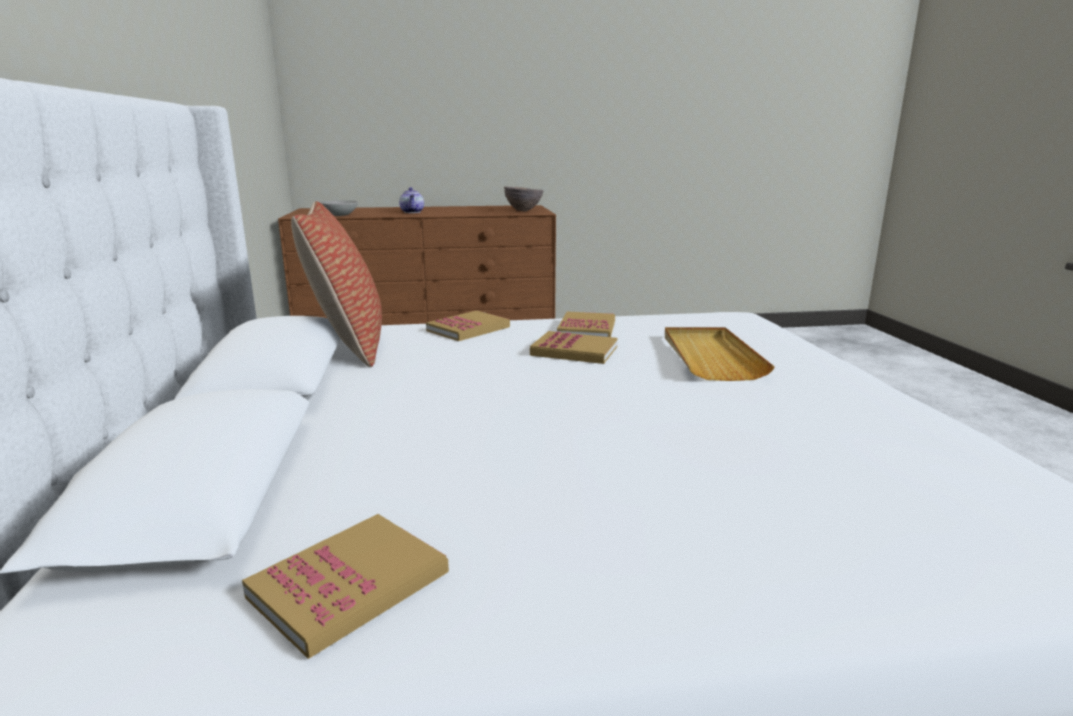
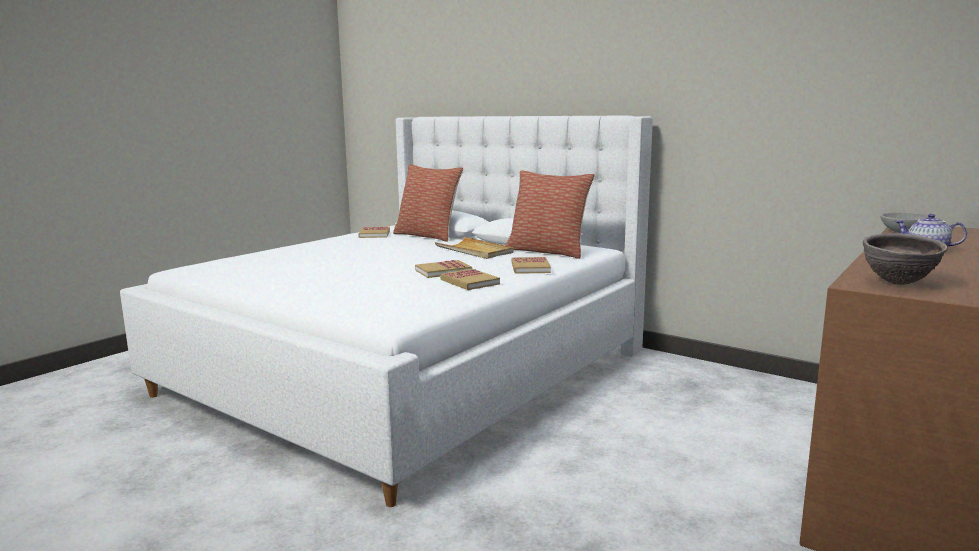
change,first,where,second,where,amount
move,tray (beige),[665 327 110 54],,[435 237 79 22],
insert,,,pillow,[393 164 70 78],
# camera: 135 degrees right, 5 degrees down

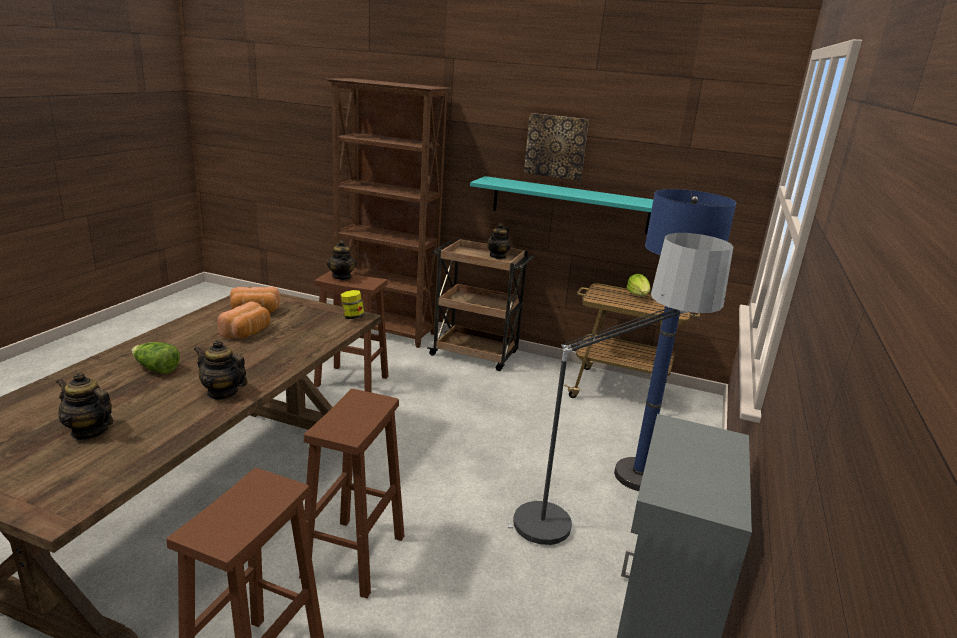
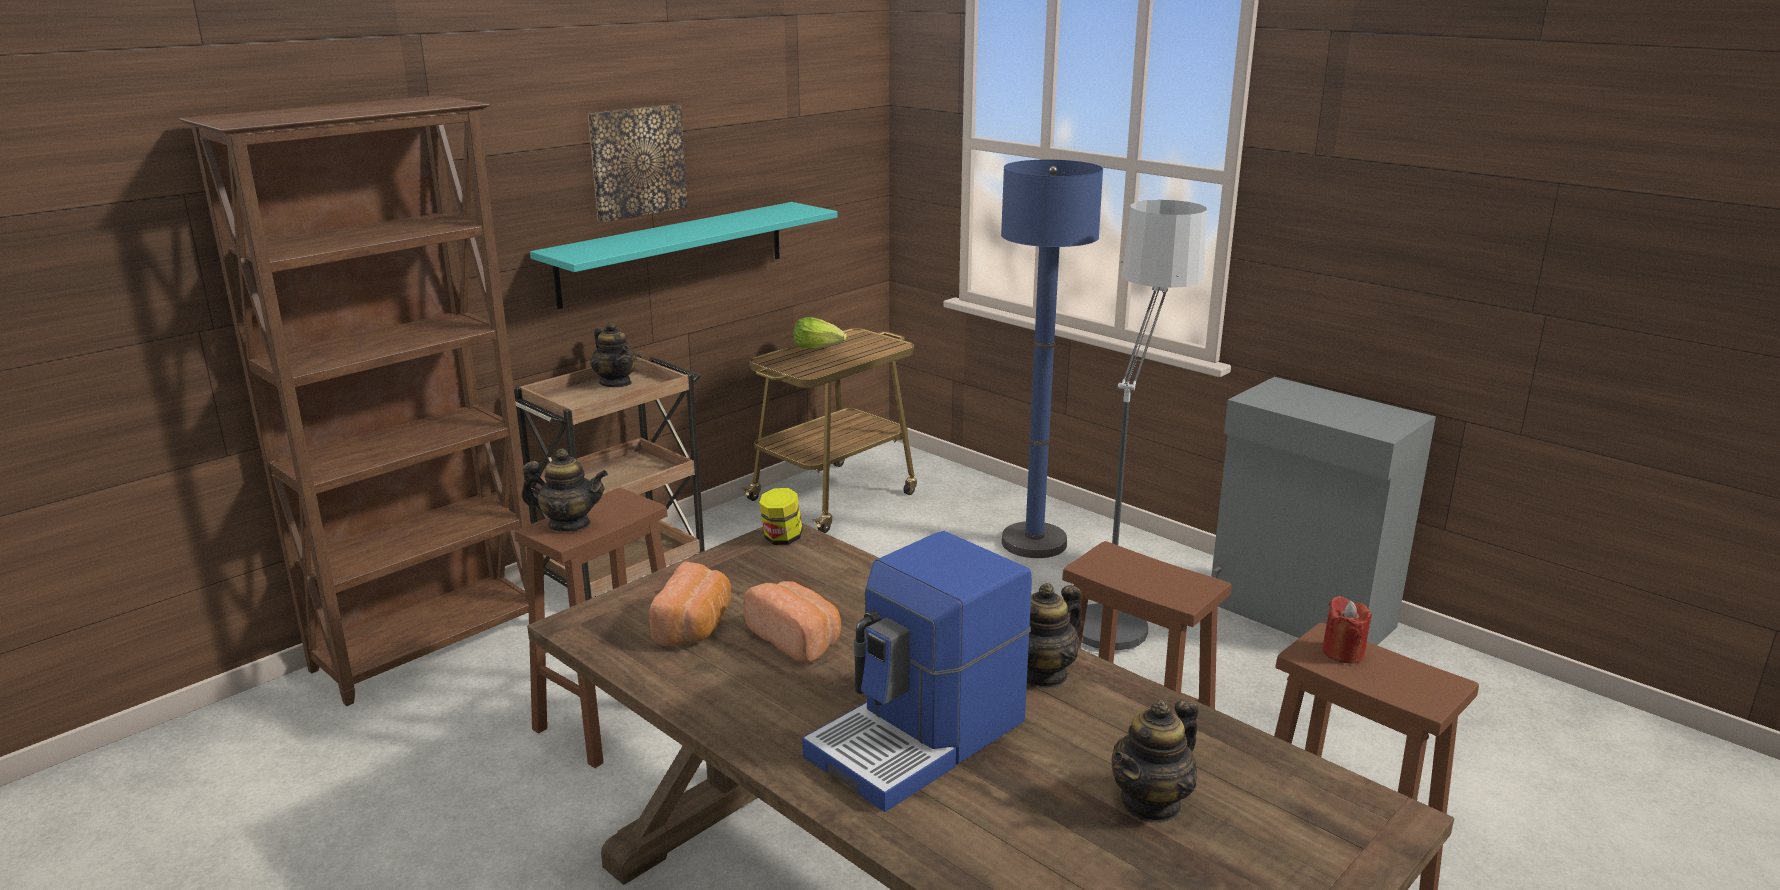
change,first,where,second,where,amount
replace,lettuce,[131 342 49 32],coffee machine,[802 531 230 281],
insert,,,candle (red),[1322 596 50 67],
# camera: 65 degrees left, 0 degrees up

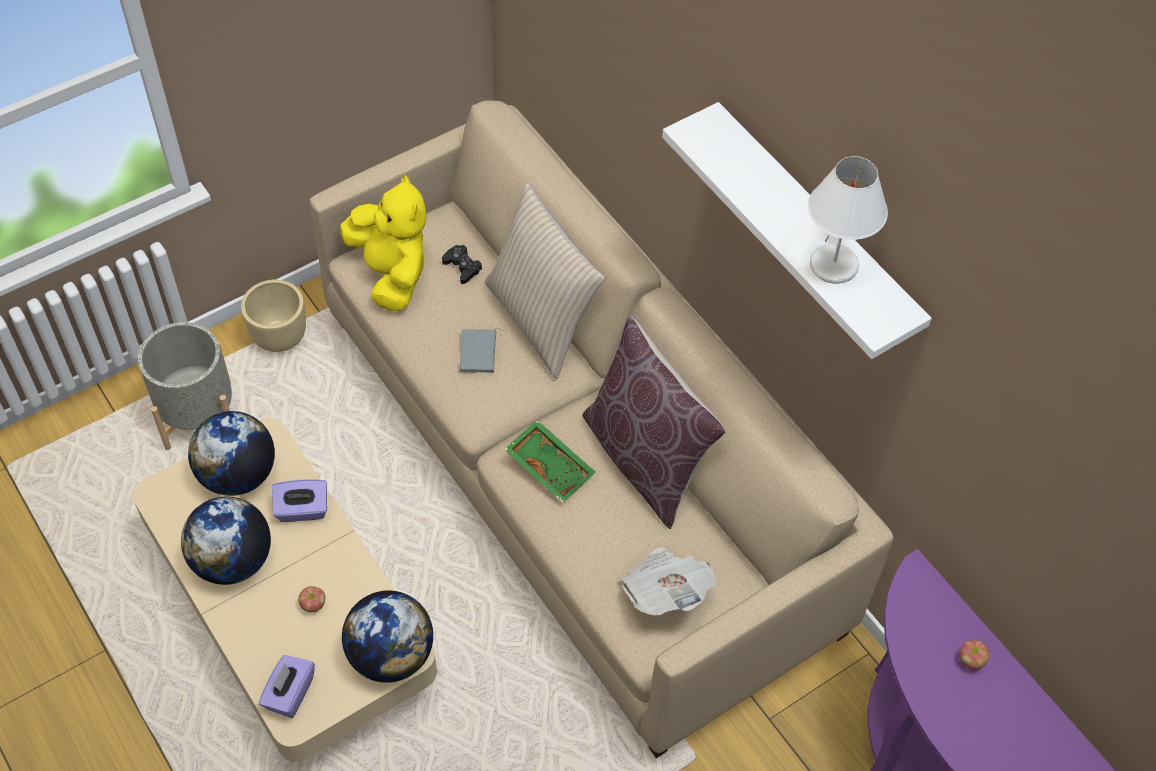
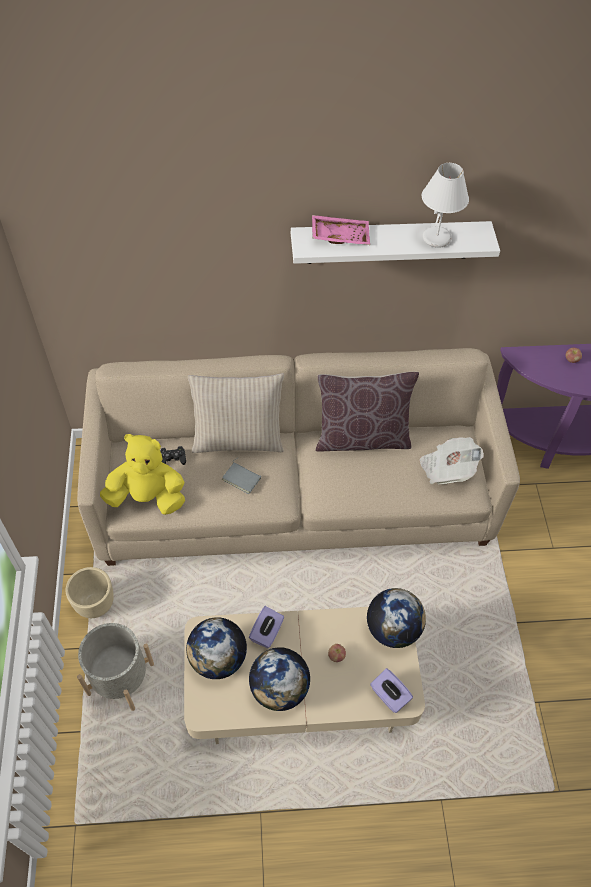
change,first,where,second,where,amount
delete,tray (green),[504 420 91 82],,,
insert,,,tray (pink),[312 215 58 30],
# camera: 60 degrees left, 0 degrees up

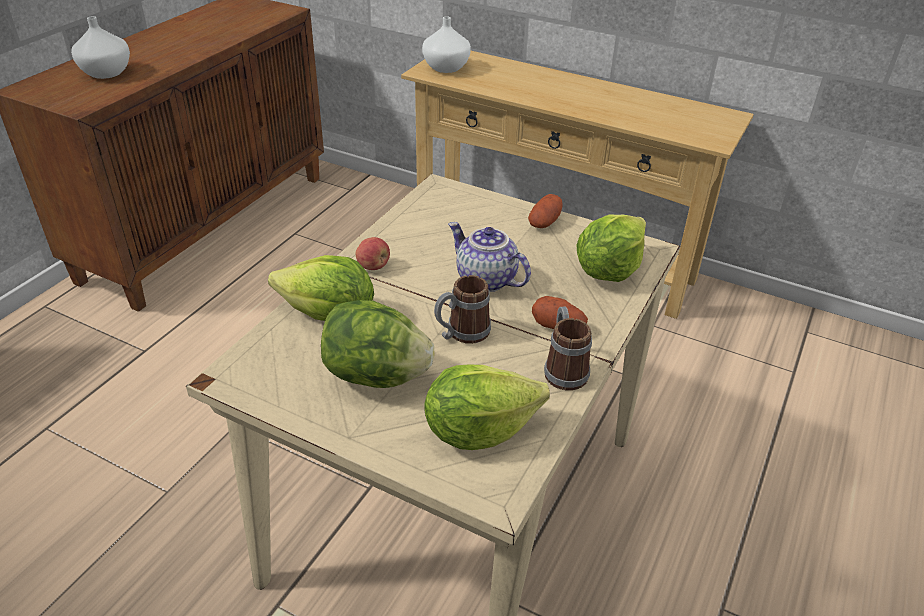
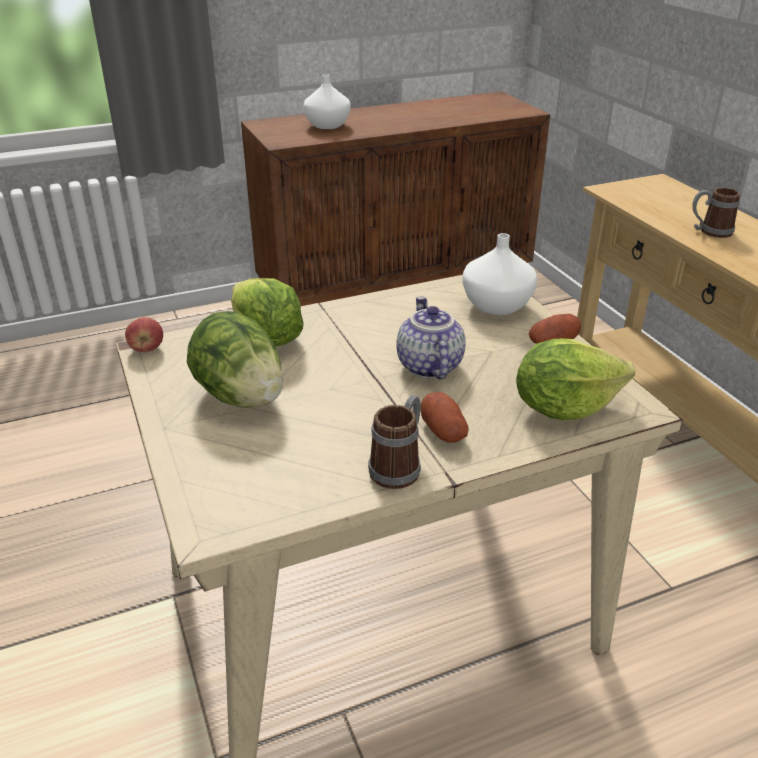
change,first,where,second,where,amount
move,vase (white),[422 16 49 57],,[462 233 75 82],
move,apple,[356 237 34 33],,[125 317 38 35],
move,mug,[434 275 57 69],,[693 188 47 50],
delete,lettuce,[424 365 126 85],,,
# camera: 40 degrees right, 5 degrees down

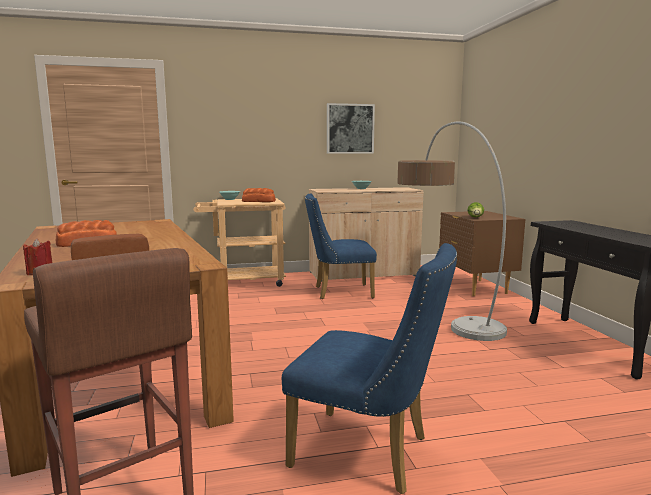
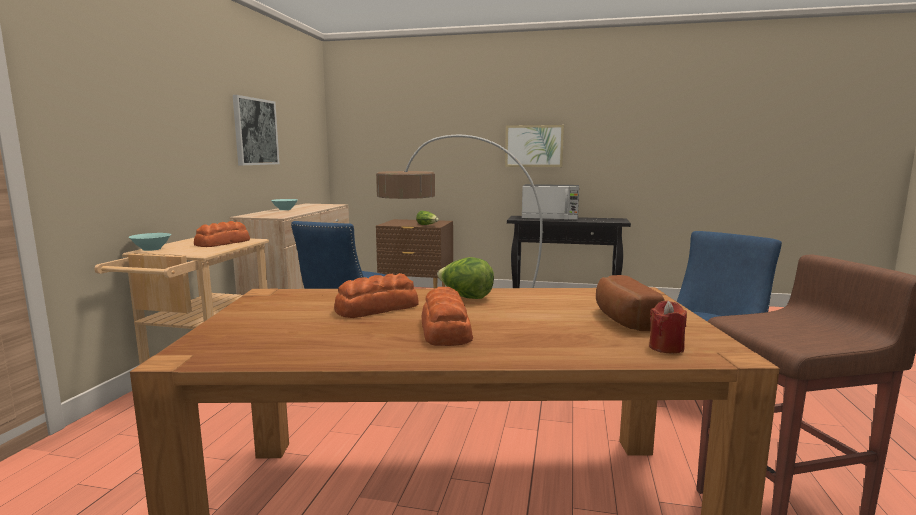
change,first,where,second,where,amount
insert,,,picture,[505 125 59 42],
insert,,,microwave,[522 184 57 36],
insert,,,lettuce,[437 257 57 42],
insert,,,bread,[334 273 85 45],
# camera: 65 degrees left, 0 degrees up

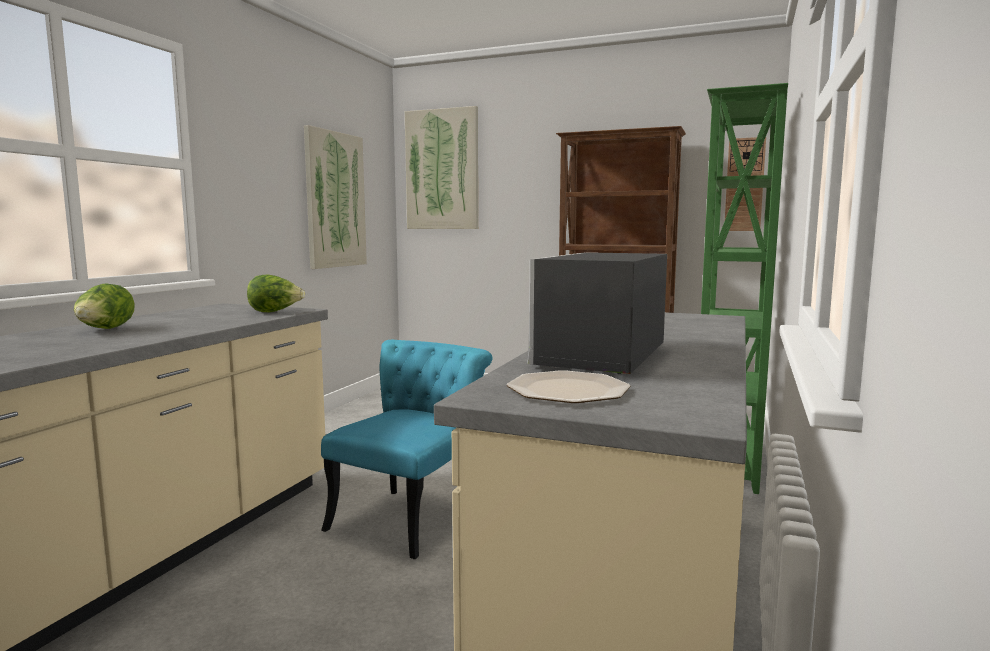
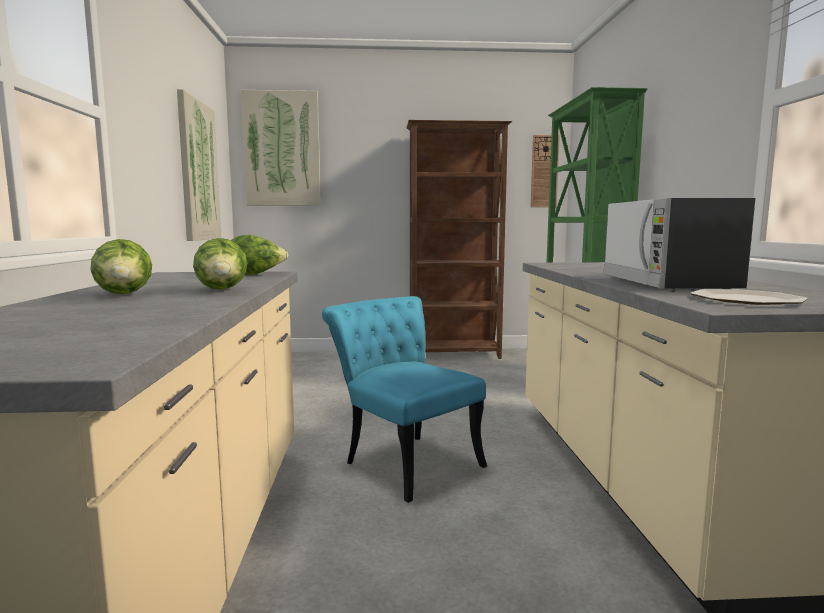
change,first,where,second,where,amount
rotate,chair (turquoise),[321 340 171 219],,[322 296 165 207],45 degrees counterclockwise
insert,,,lettuce,[193 238 55 52],
# camera: 25 degrees left, 0 degrees up

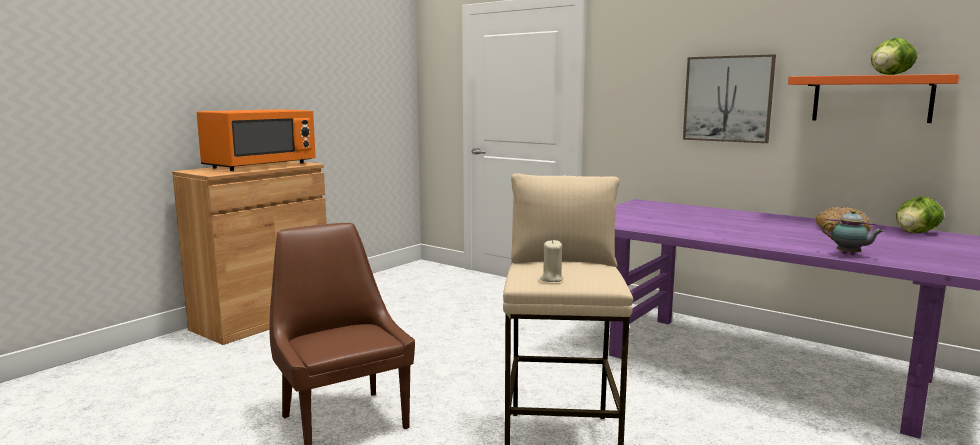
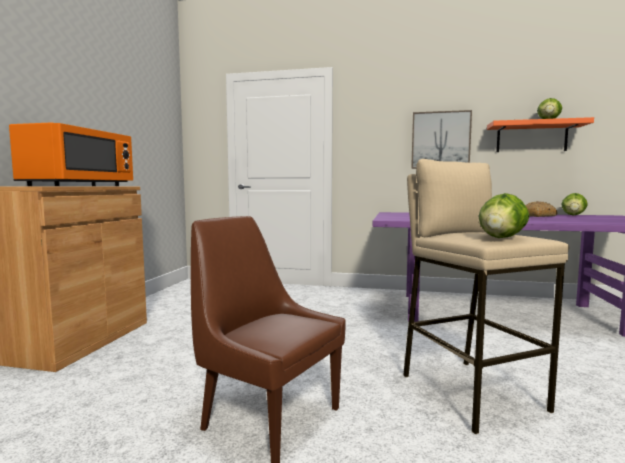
change,first,where,second,where,amount
delete,teapot,[822 210 62 45],,,
replace,candle (beige),[540 240 24 42],lettuce,[479 193 50 45],
# camera: 25 degrees left, 5 degrees down

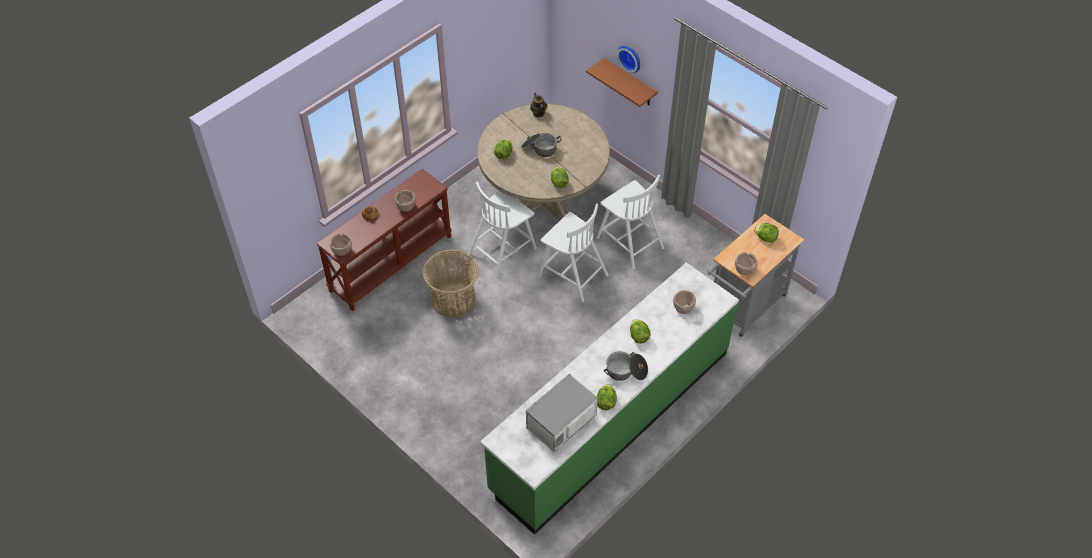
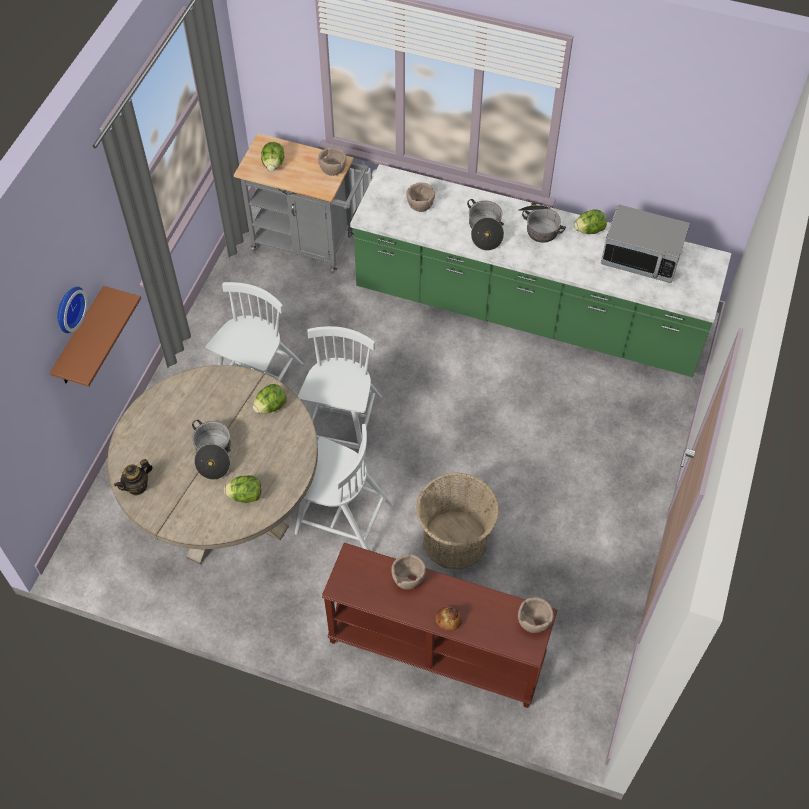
change,first,where,second,where,amount
replace,lettuce,[630 319 21 25],cooking pot,[467 199 37 52],
# camera: 115 degrees left, 5 degrees up

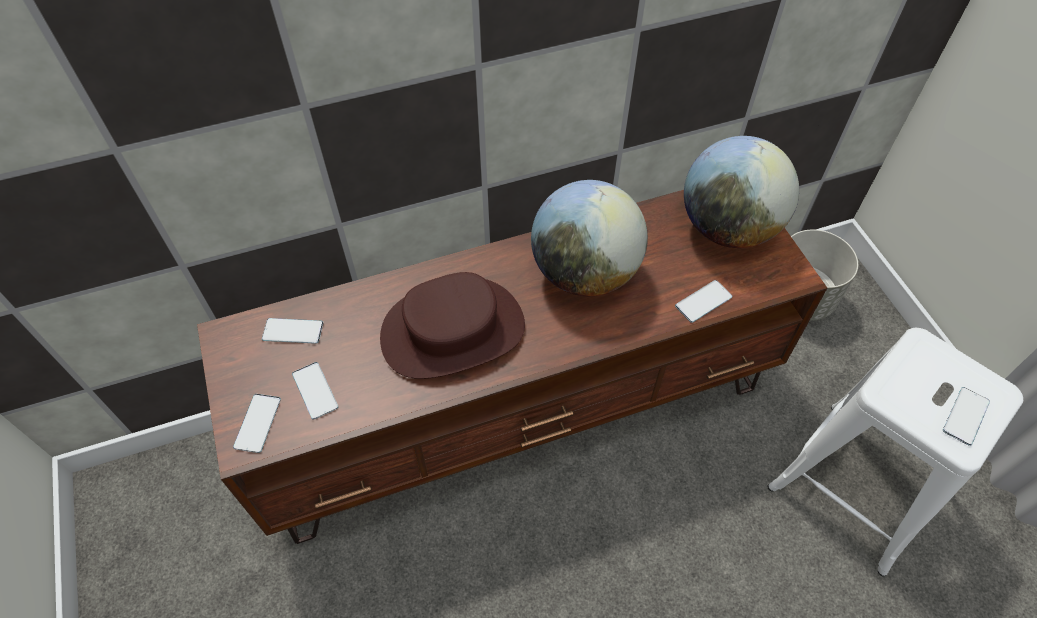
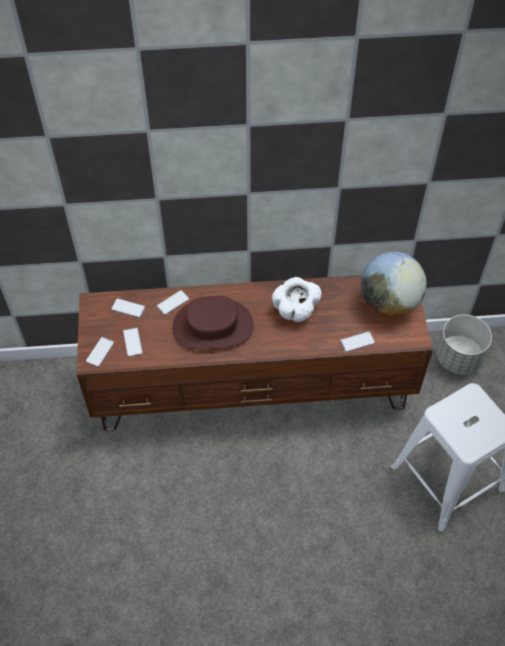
change,first,where,second,where,amount
replace,globe,[531 180 117 116],bowl (white),[272 277 50 45],
move,phone,[943 387 47 59],,[156 290 33 25],
# camera: 15 degrees right, 0 degrees up

